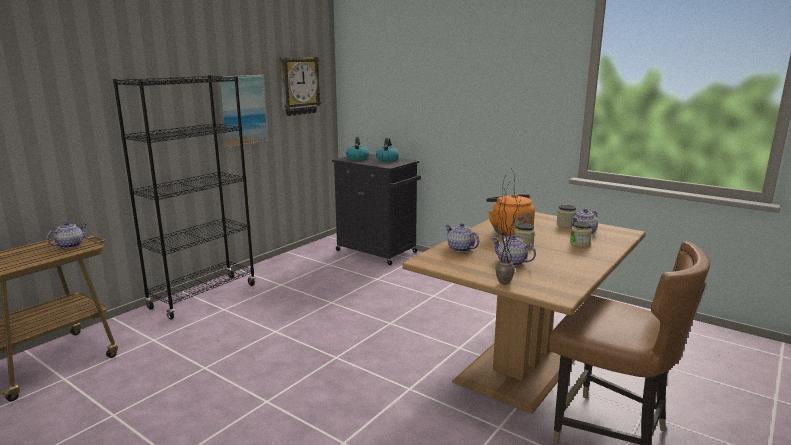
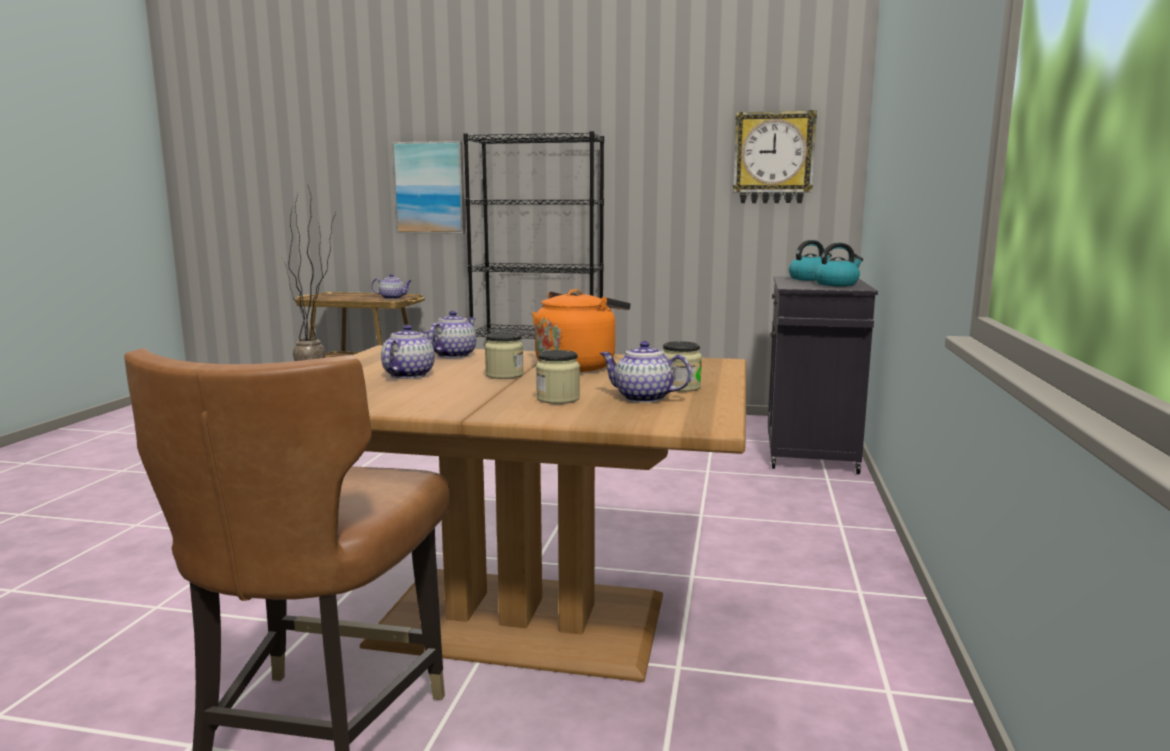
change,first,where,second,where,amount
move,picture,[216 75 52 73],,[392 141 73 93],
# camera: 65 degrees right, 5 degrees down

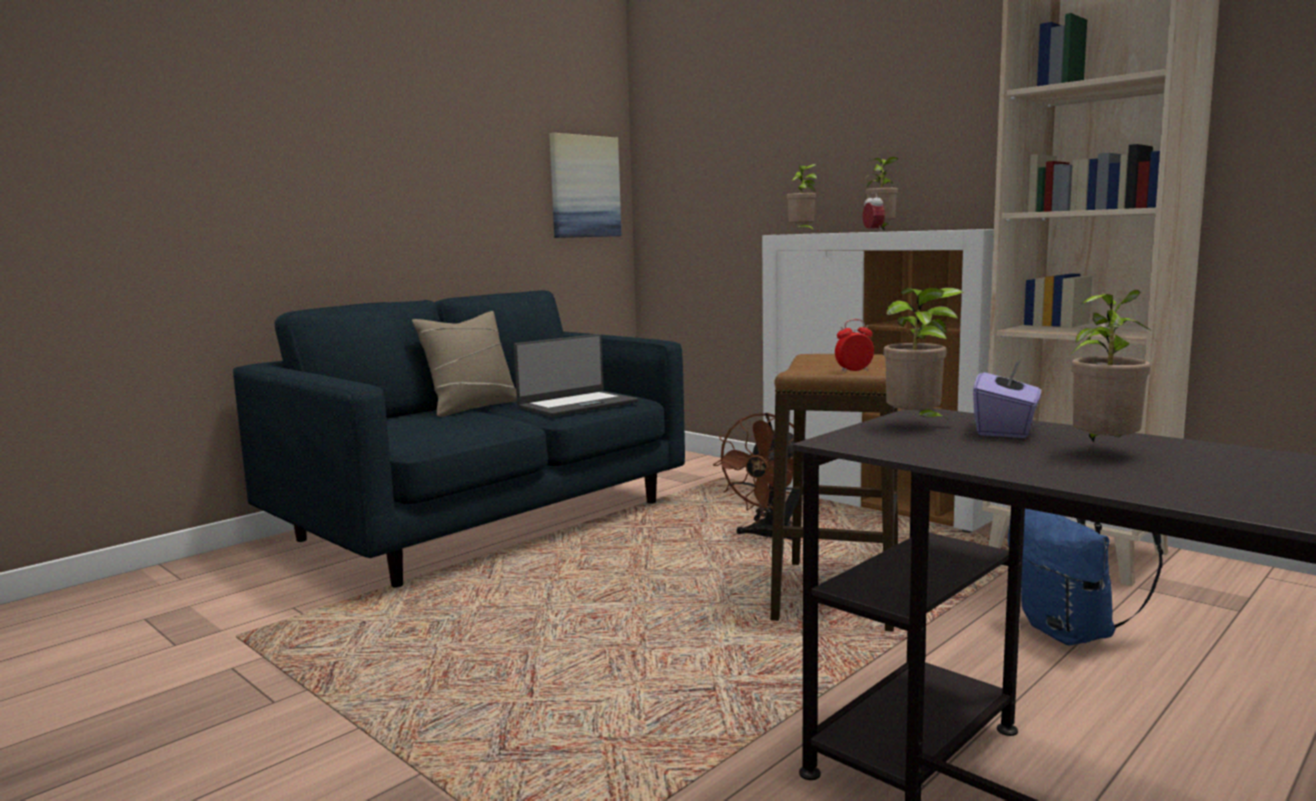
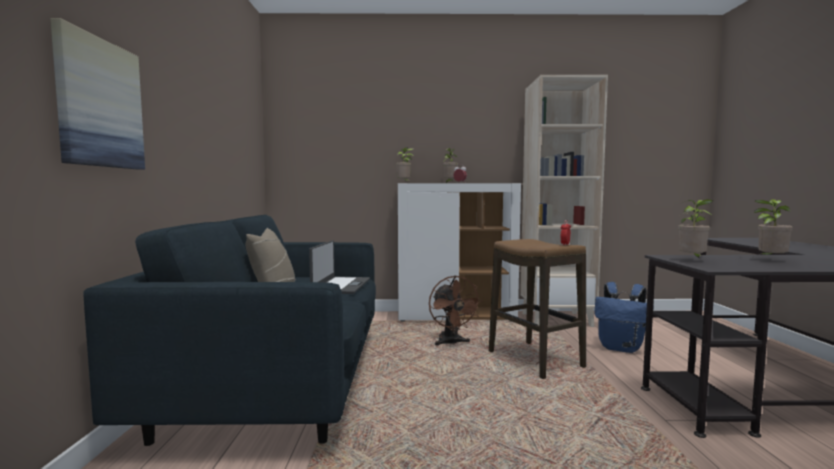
change,first,where,second,where,amount
move,picture,[549 133 72 105],,[50 18 95 152],
delete,tissue box (purple),[973 357 68 81],,,
# camera: 45 degrees left, 5 degrees down

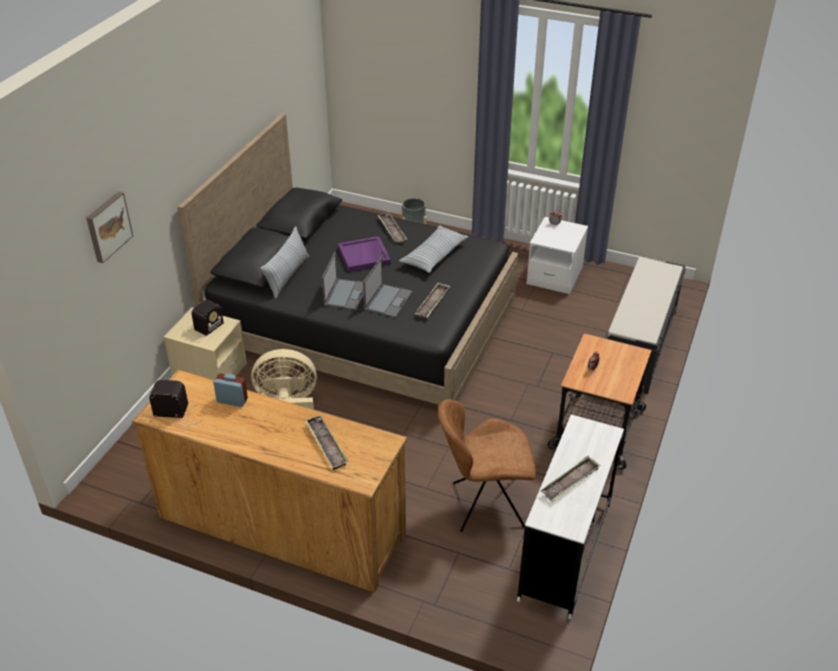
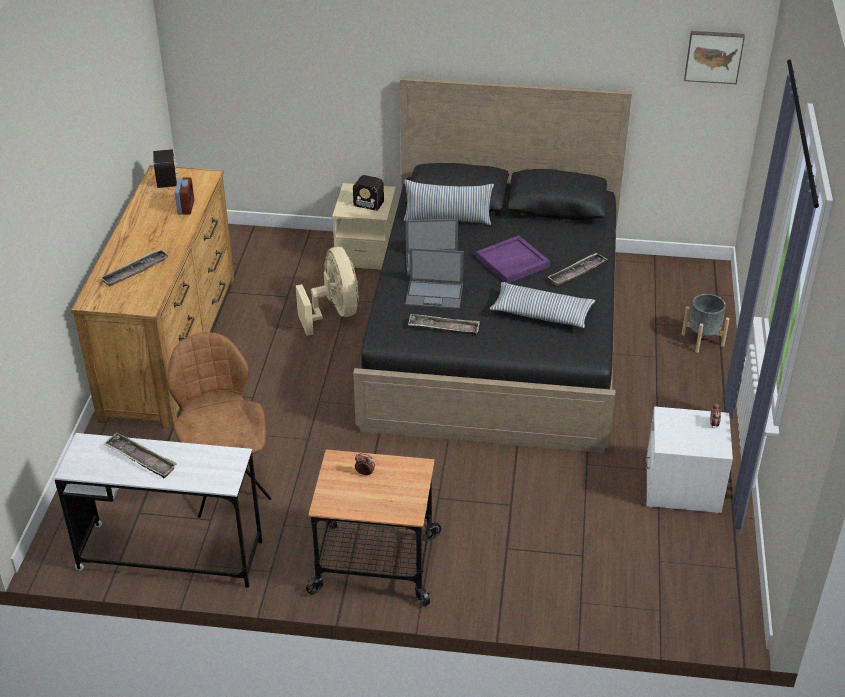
change,first,where,second,where,amount
move,picture,[86 191 47 72],,[684 31 61 53],
delete,bench (black),[606 257 80 137],,,
# camera: 75 degrees right, 0 degrees up

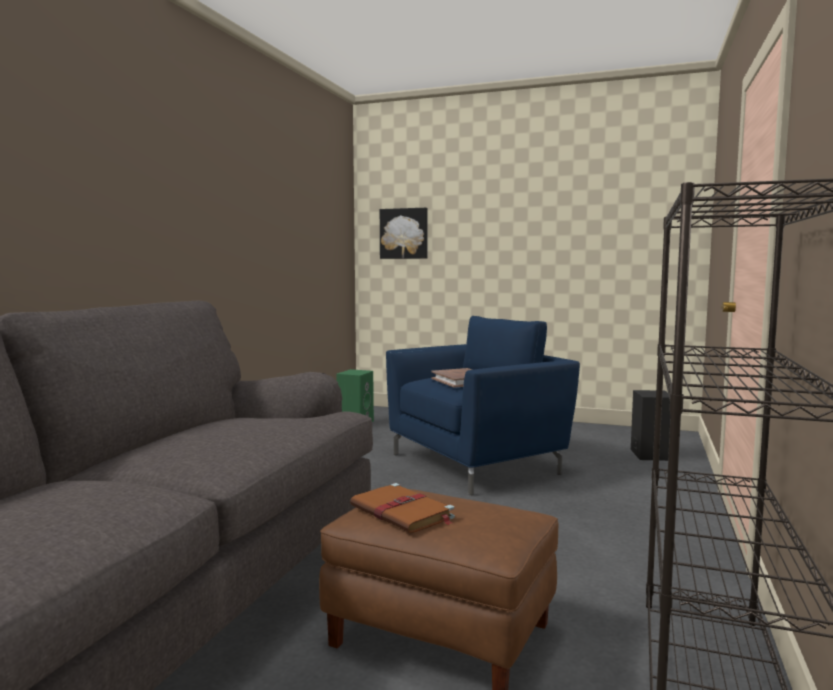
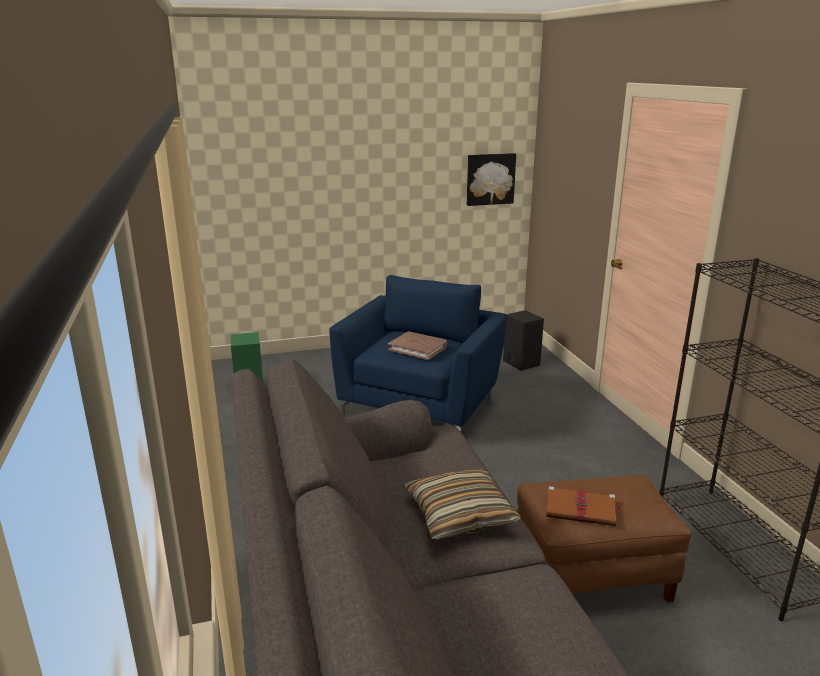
change,first,where,second,where,amount
move,picture,[380 208 48 51],,[467 153 49 53],
insert,,,pillow,[404 469 117 70],
# camera: 35 degrees left, 15 degrees up

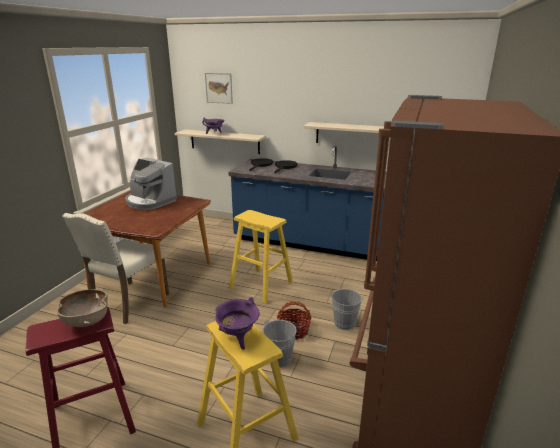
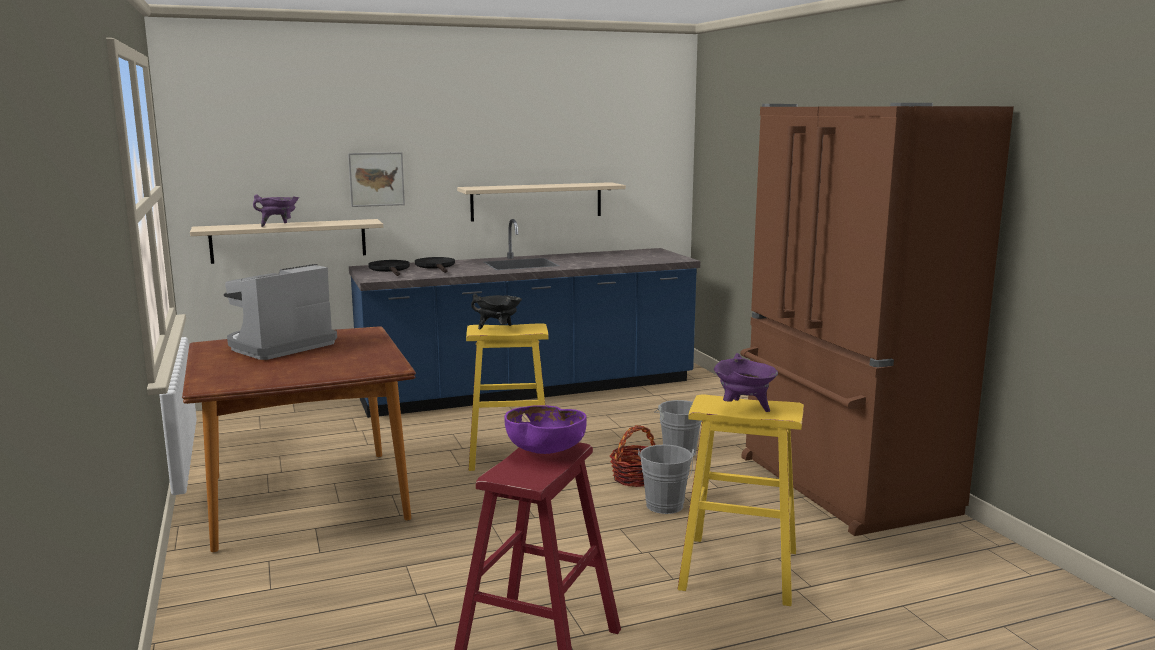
change,first,where,second,where,amount
move,picture,[205 73 28 31],,[348 152 57 55],
rotate,coffee machine,[125 158 52 52],,[224 264 113 96],135 degrees clockwise
delete,chair (beige),[62 213 107 111],,,
recolor,bowl (brown),[57 289 51 38],bowl (purple),[504 405 83 49],
insert,,,cooking pot (black),[471 294 51 35],
# camera: 40 degrees left, 10 degrees down

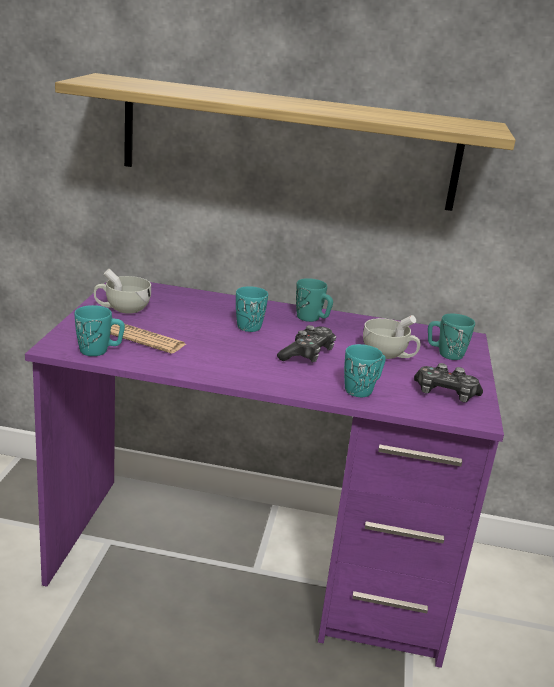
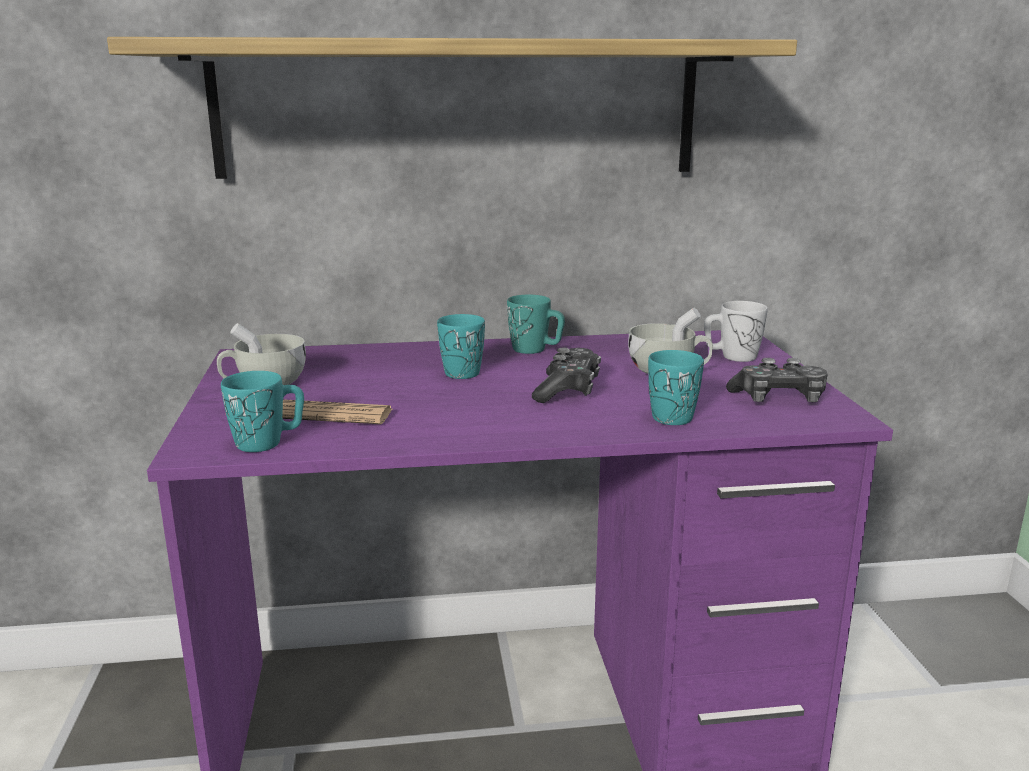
change,first,where,second,where,amount
recolor,mug (turquoise),[428 313 47 47],mug (white),[704 301 64 61],
# camera: 15 degrees left, 5 degrees down

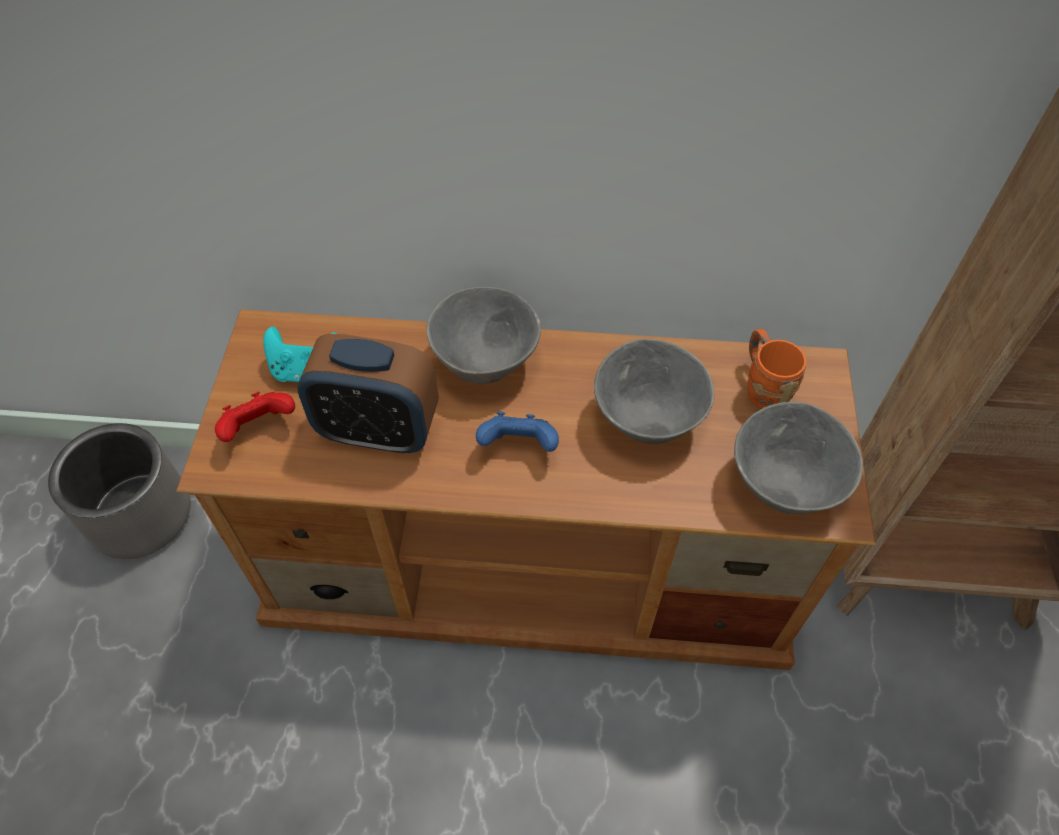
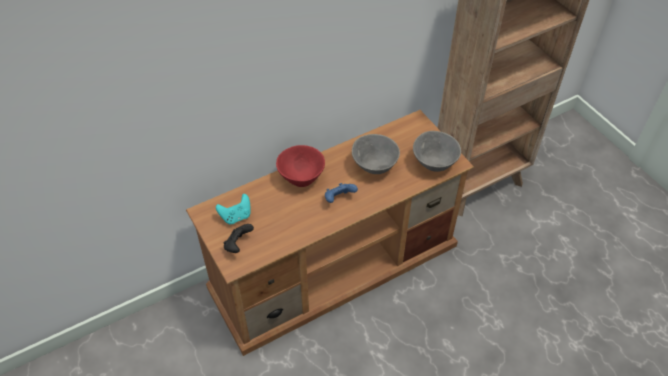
change,first,where,second,where,amount
recolor,bowl (grey),[427 287 114 97],bowl (red),[276 145 49 42],
delete,mug (orange),[748 329 58 80],,,
delete,alarm clock,[297 334 141 120],,,
recolor,game controller (red),[215 392 80 50],game controller (black),[224 224 30 29],
delete,planter (grey),[48 423 143 136],,,
# camera: 35 degrees left, 5 degrees down

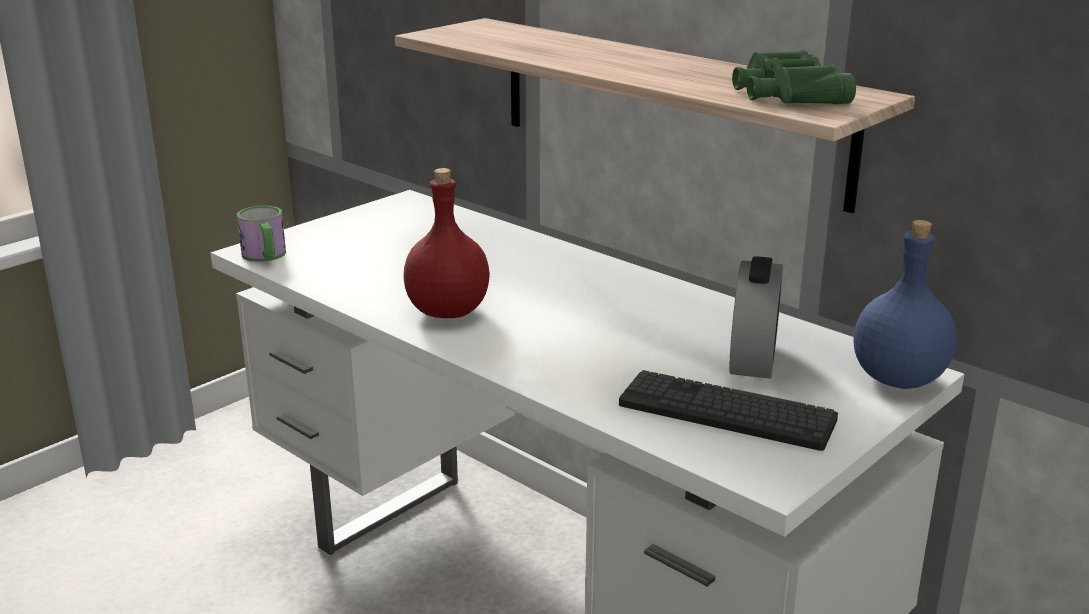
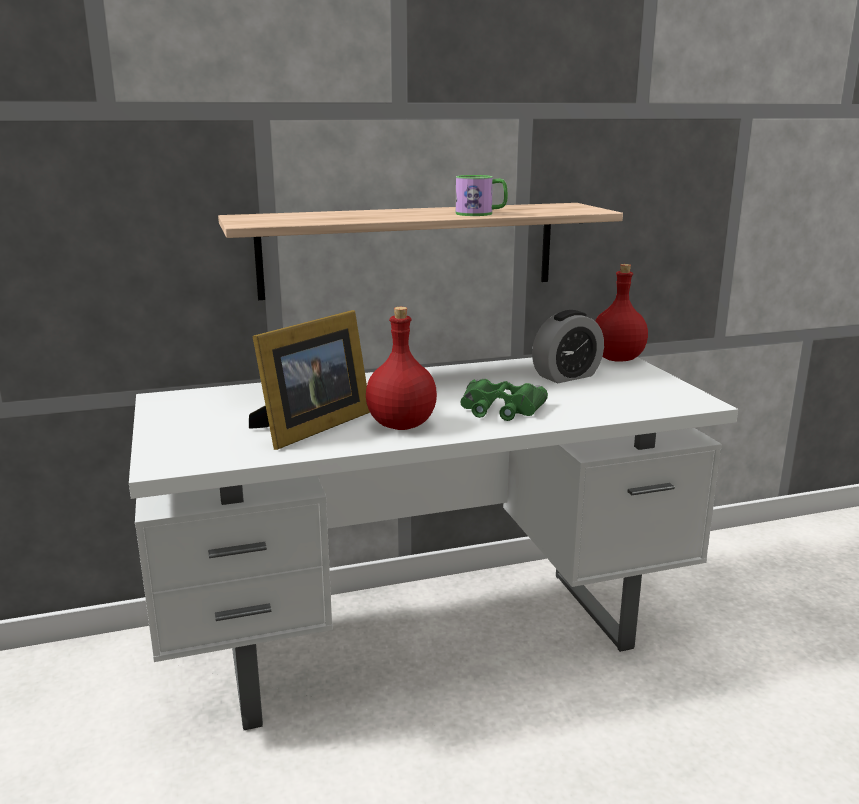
change,first,where,second,where,amount
move,binoculars (green),[732 50 124 54],,[460 379 88 42],
move,mug,[237 205 49 57],,[456 175 52 41],
recolor,bottle (blue),[853 220 104 169],bottle (red),[595 264 53 98],
rotate,alarm clock,[729 256 54 123],,[532 310 72 73],105 degrees clockwise
delete,keyboard,[619 370 219 81],,,
insert,,,picture frame,[249 310 121 140],
# camera: 60 degrees left, 5 degrees down

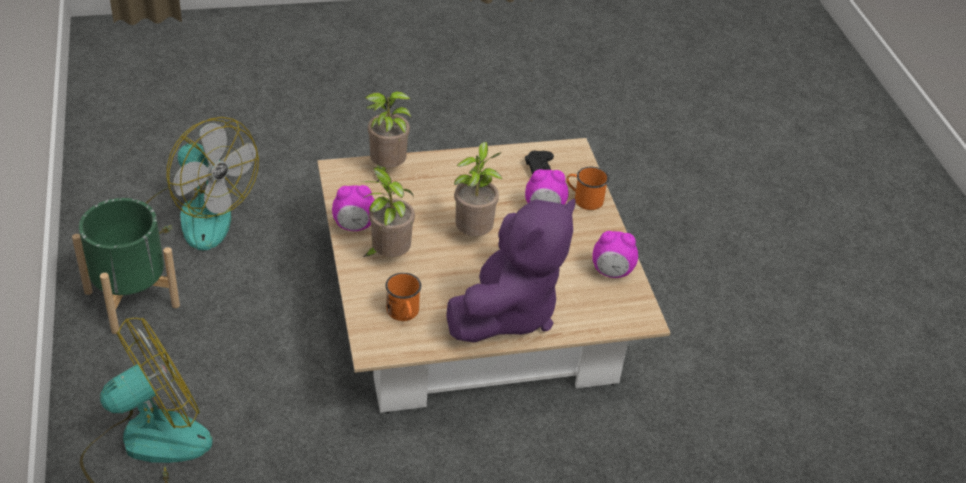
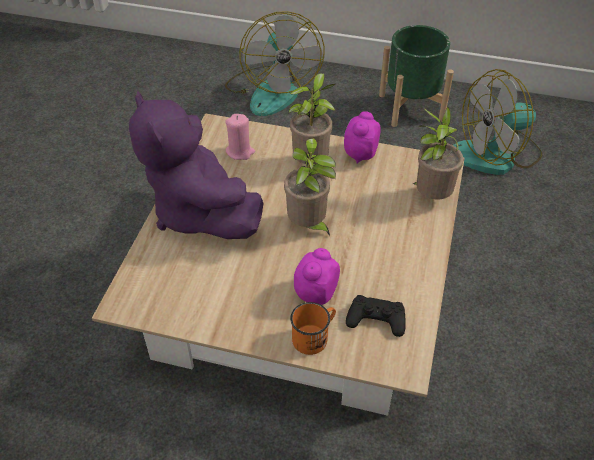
change,first,where,second,where,amount
delete,alarm clock,[592 231 46 47],,,
replace,mug (orange),[385 273 36 48],candle (pink),[225 114 30 46],
# camera: 120 degrees right, 5 degrees up

